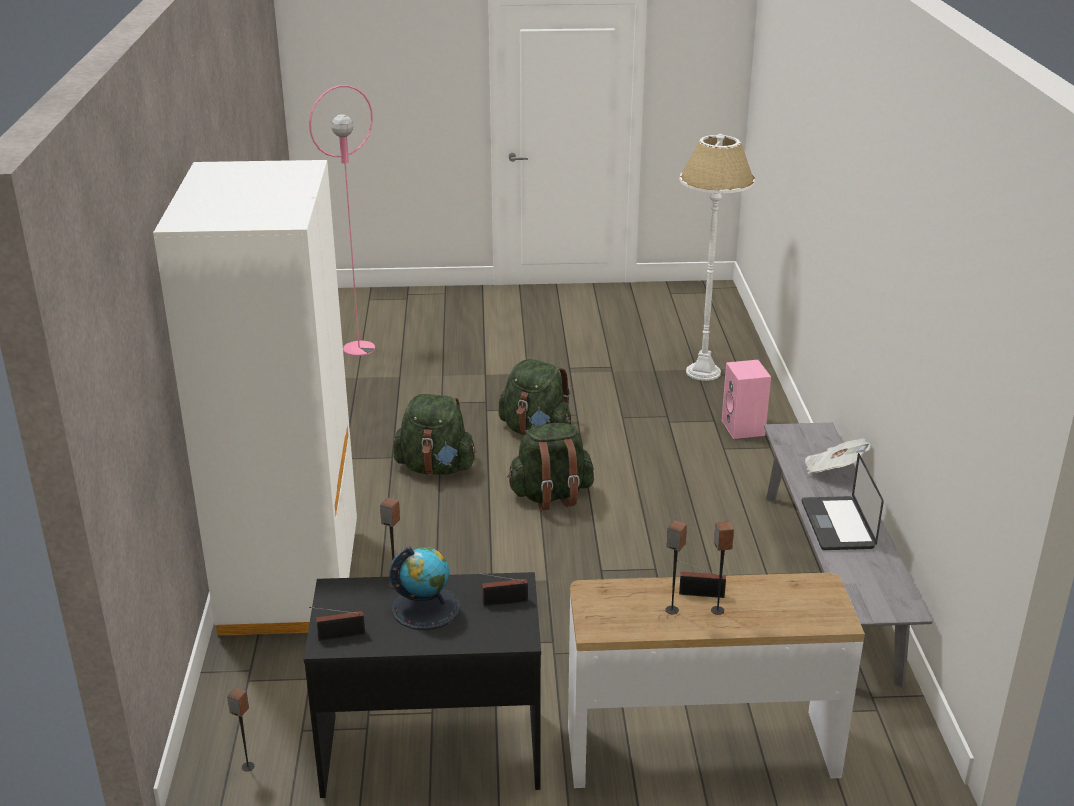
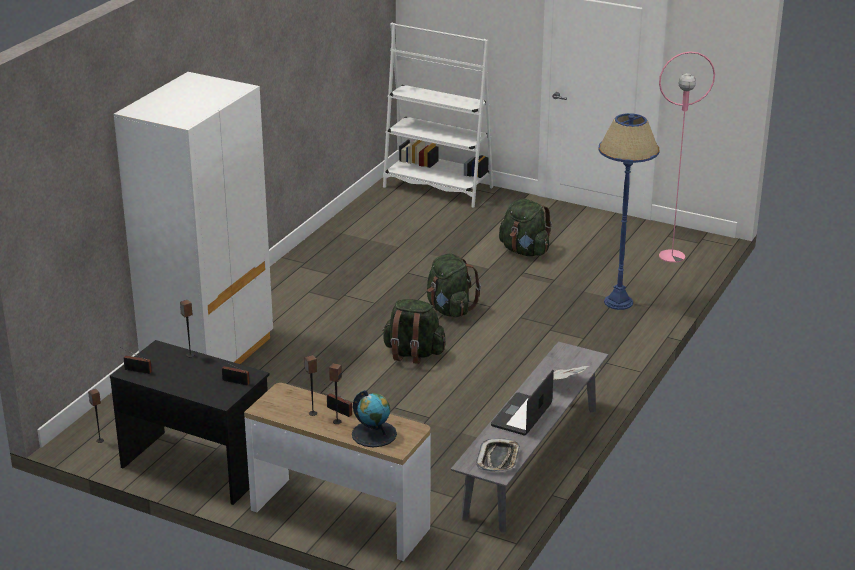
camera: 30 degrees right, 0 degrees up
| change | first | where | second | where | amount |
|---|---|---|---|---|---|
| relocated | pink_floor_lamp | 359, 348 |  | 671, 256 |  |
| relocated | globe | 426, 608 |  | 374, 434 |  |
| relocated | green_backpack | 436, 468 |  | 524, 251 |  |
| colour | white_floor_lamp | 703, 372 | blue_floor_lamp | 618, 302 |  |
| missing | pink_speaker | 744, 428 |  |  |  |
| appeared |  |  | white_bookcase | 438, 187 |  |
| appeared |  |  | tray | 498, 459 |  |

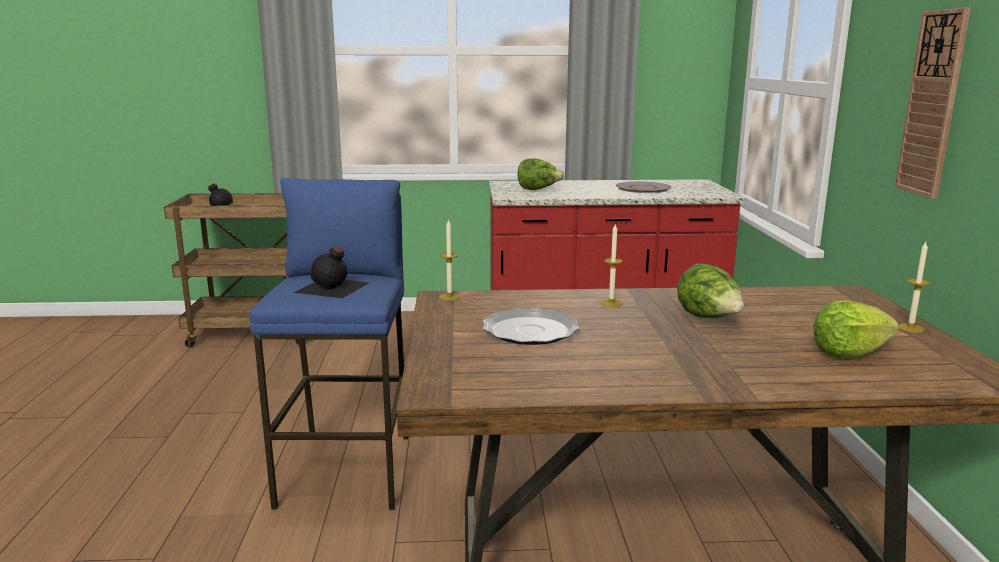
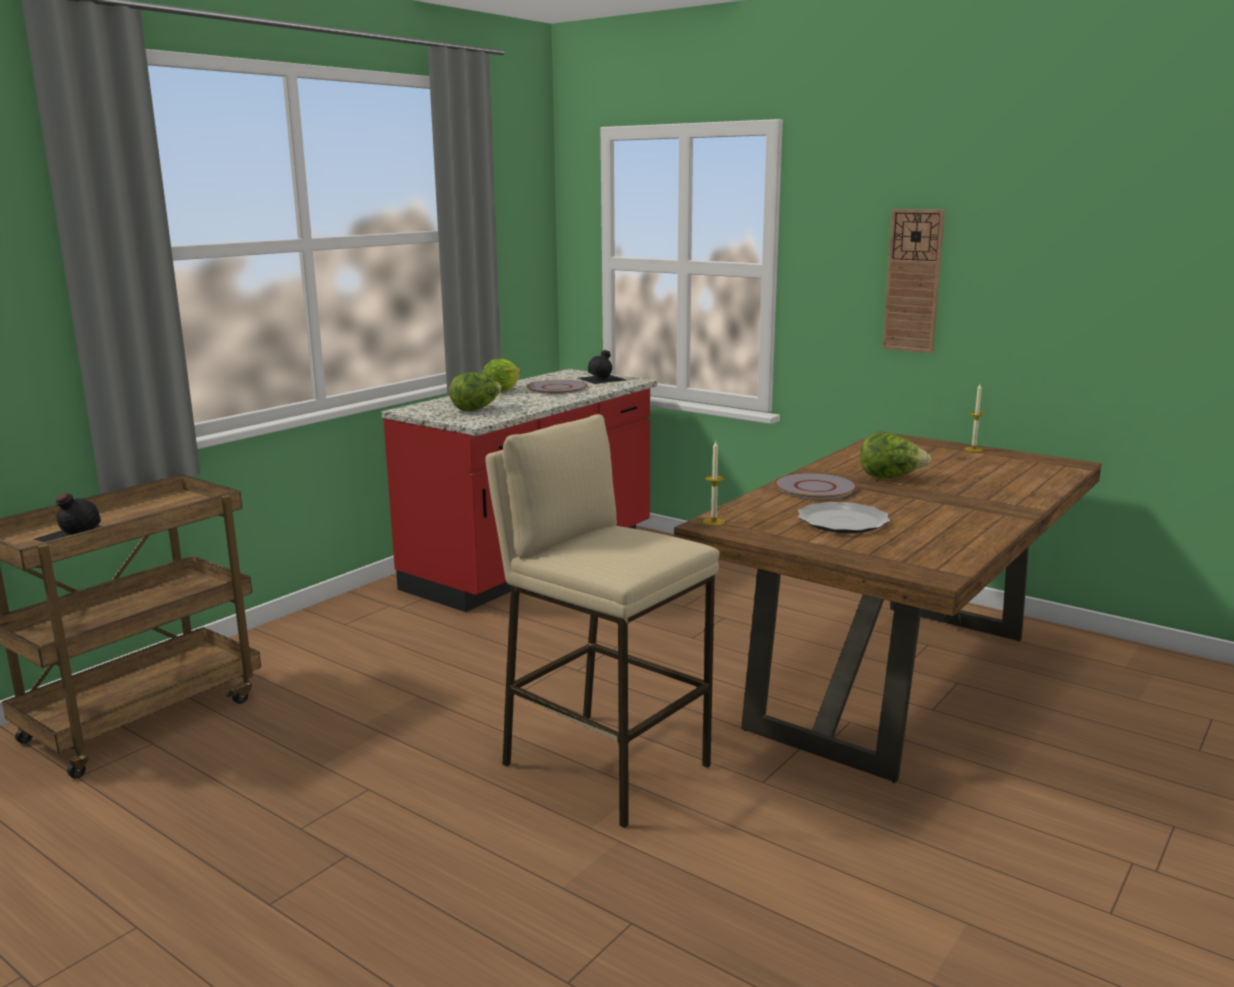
camera: 50 degrees left, 0 degrees up
| change | first | where | second | where | amount |
|---|---|---|---|---|---|
| colour | blue_stool | 348, 469 | beige_stool | 605, 765 |  |
| relocated | black_bottle | 332, 287 |  | 602, 379 |  |
| exchanged | candle | 611, 303 | grey_plate | 815, 488 |  |
| relocated | lettuce | 849, 353 |  | 502, 390 |  |

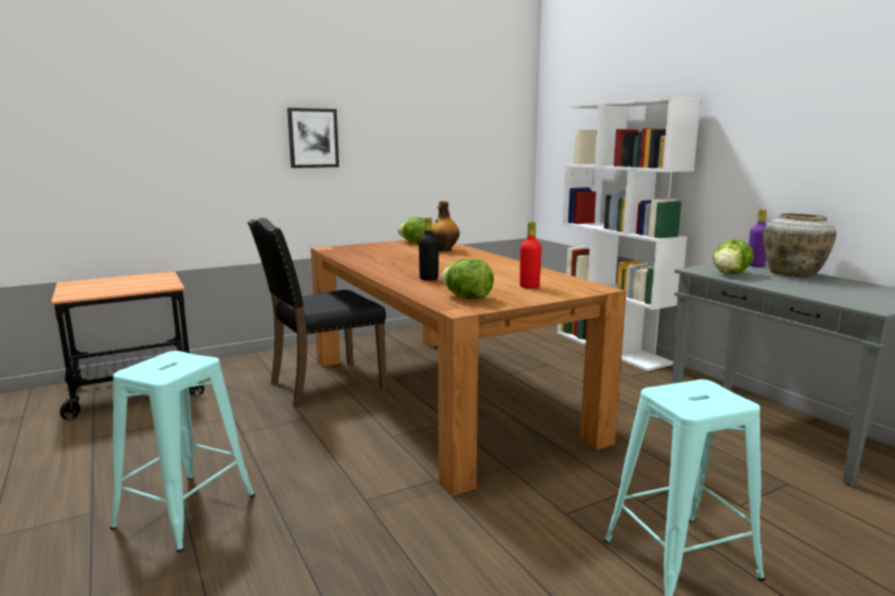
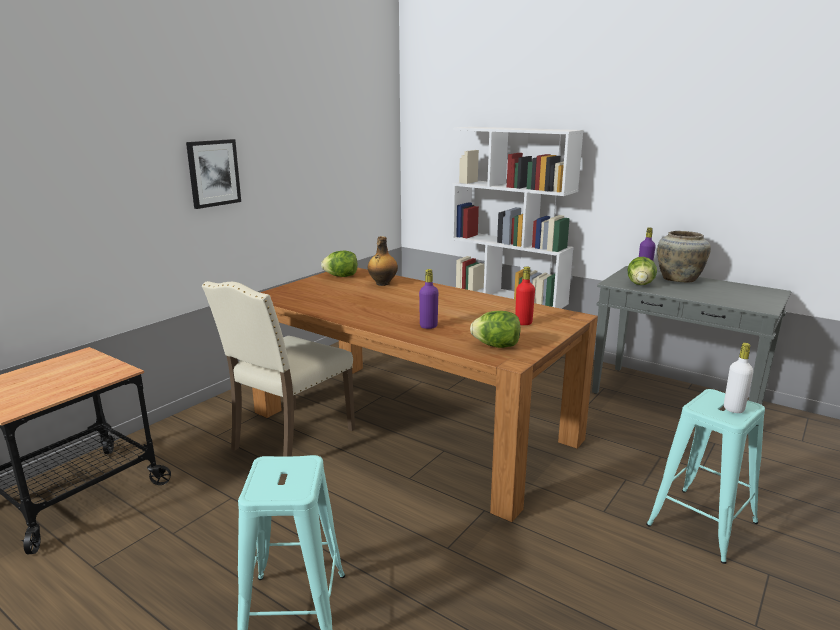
camera: 25 degrees left, 5 degrees up
| change | first | where | second | where | amount |
|---|---|---|---|---|---|
| colour | black_chair | 323, 385 | beige_chair | 290, 439 |  |
| colour | black_bottle | 428, 279 | purple_bottle | 428, 326 |  |
| appeared |  |  | white_bottle | 733, 409 |  |

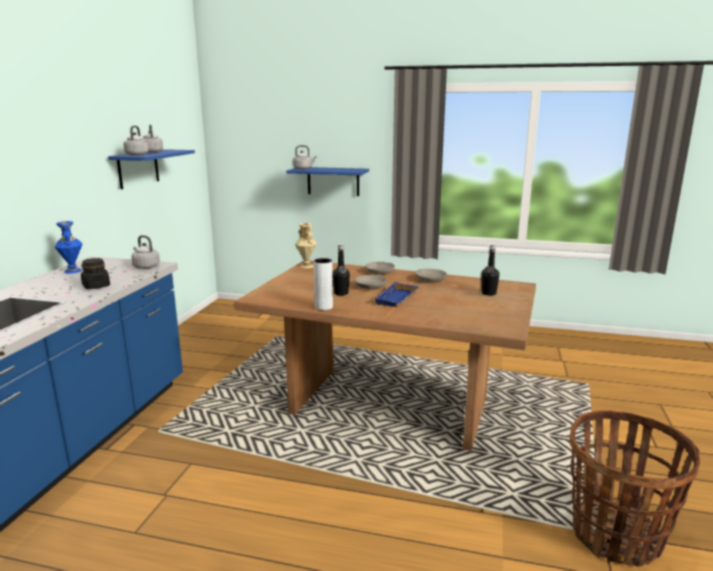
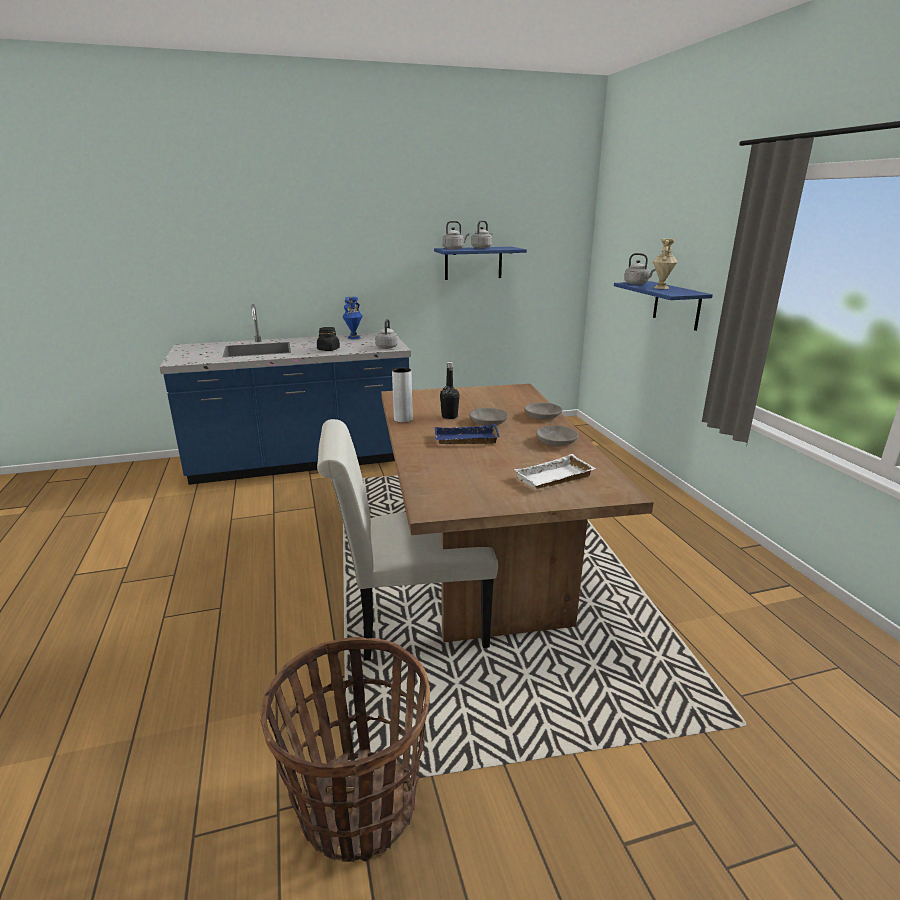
camera: 60 degrees right, 5 degrees up
| change | first | where | second | where | amount |
|---|---|---|---|---|---|
| relocated | beige_vase | 307, 266 |  | 661, 287 |  |
| exchanged | black_bottle | 488, 293 | white_tray | 554, 479 |  |
| appeared |  |  | white_chair | 411, 623 |  |

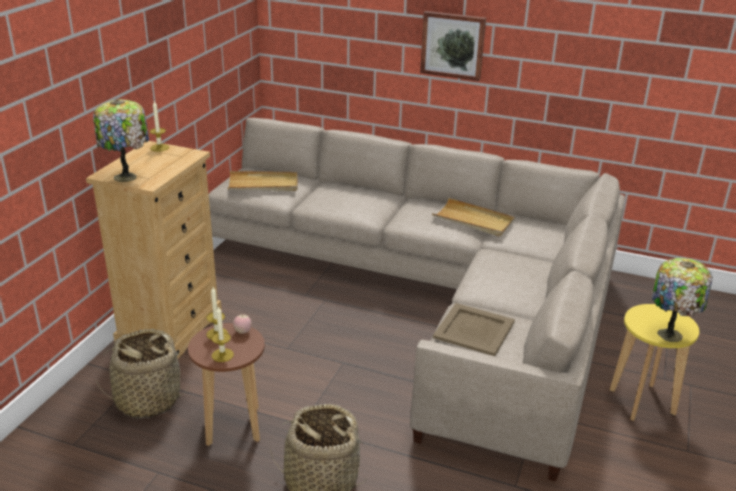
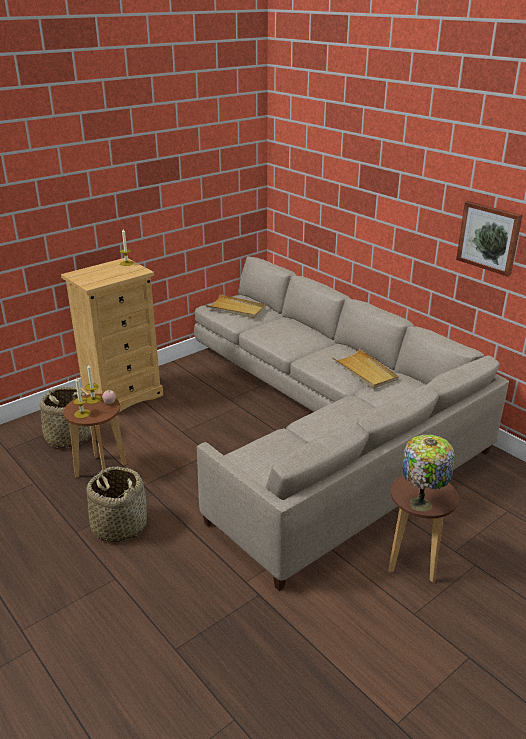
camera: 30 degrees right, 0 degrees up
| change | first | where | second | where | amount |
|---|---|---|---|---|---|
| missing | table_lamp | 127, 177 |  |  |  |
| relocated | picture | 453, 45 |  | 489, 237 |  |
| missing | beige_tray | 473, 329 |  |  |  |
| colour | yellow_stool | 642, 402 | brown_stool | 414, 562 |  |

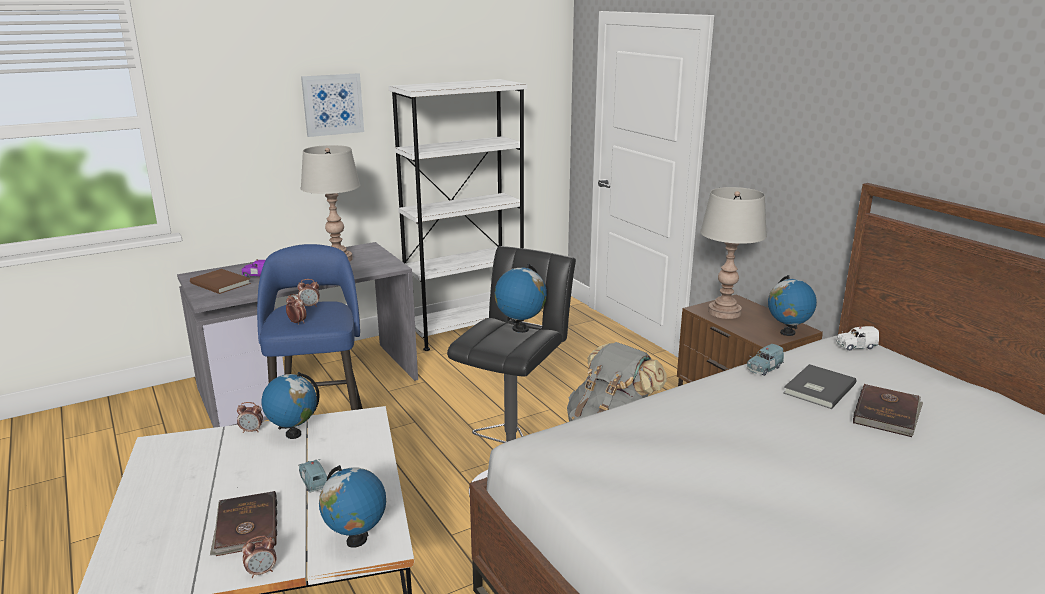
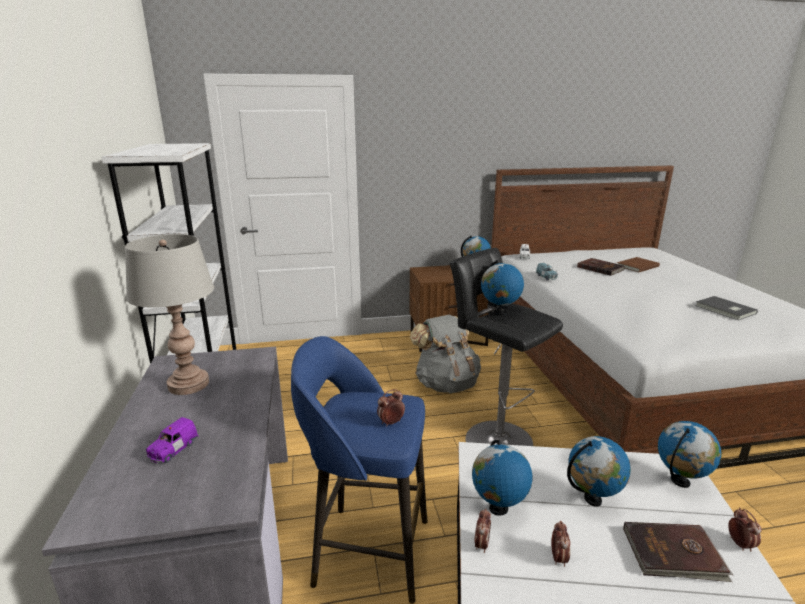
camera: 70 degrees left, 0 degrees up
| change | first | where | second | where | amount |
|---|---|---|---|---|---|
| relocated | brown_book | 221, 282 |  | 636, 266 |  |
| relocated | alarm_clock | 310, 306 |  | 558, 558 |  |
| exchanged | blue_toy_car | 314, 482 | globe | 592, 499 |  |
| missing | picture | 332, 104 |  |  |  |
| missing | grey_table_lamp | 724, 312 |  |  |  |
| relocated | grey_book | 817, 388 |  | 725, 310 |  |

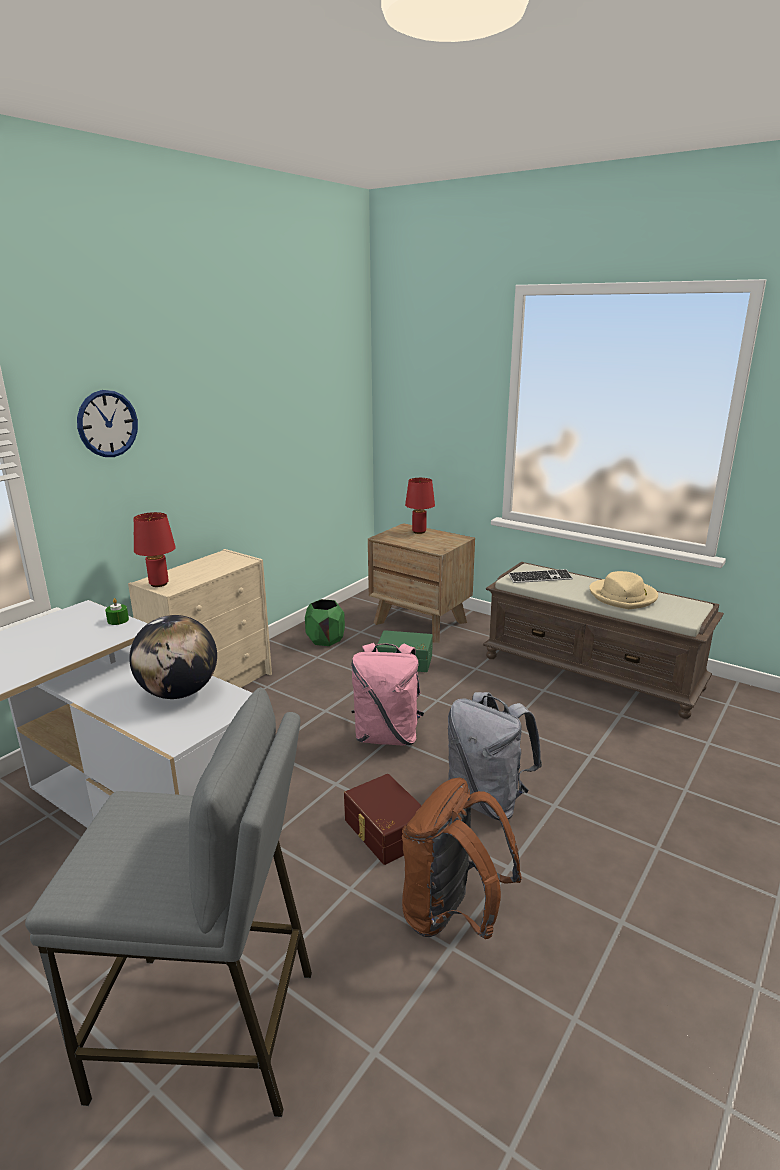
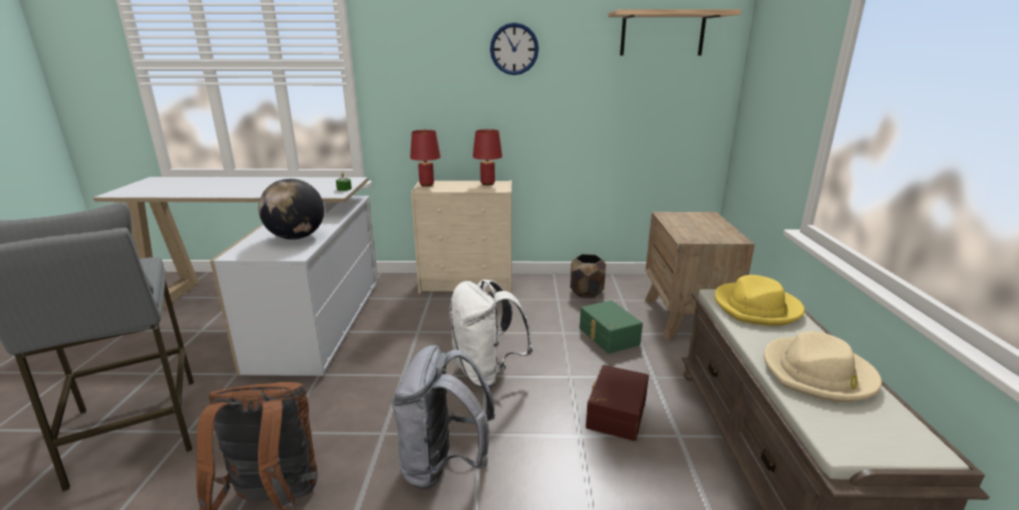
camera: 55 degrees right, 0 degrees up
| change | first | where | second | where | amount |
|---|---|---|---|---|---|
| relocated | wall_clock | 107, 423 |  | 514, 49 |  |
| colour | green_planter | 325, 640 | brown_planter | 586, 292 |  |
| relocated | brown_storage_box | 384, 831 |  | 614, 412 |  |
| colour | pink_backpack | 387, 736 | white_backpack | 486, 372 |  |
| relocated | red_table_lamp | 419, 531 |  | 488, 183 |  |
| exchanged | keyboard | 540, 578 | yellow_hat | 757, 308 |  |
| appeared |  |  | shelf | 662, 34 |  |

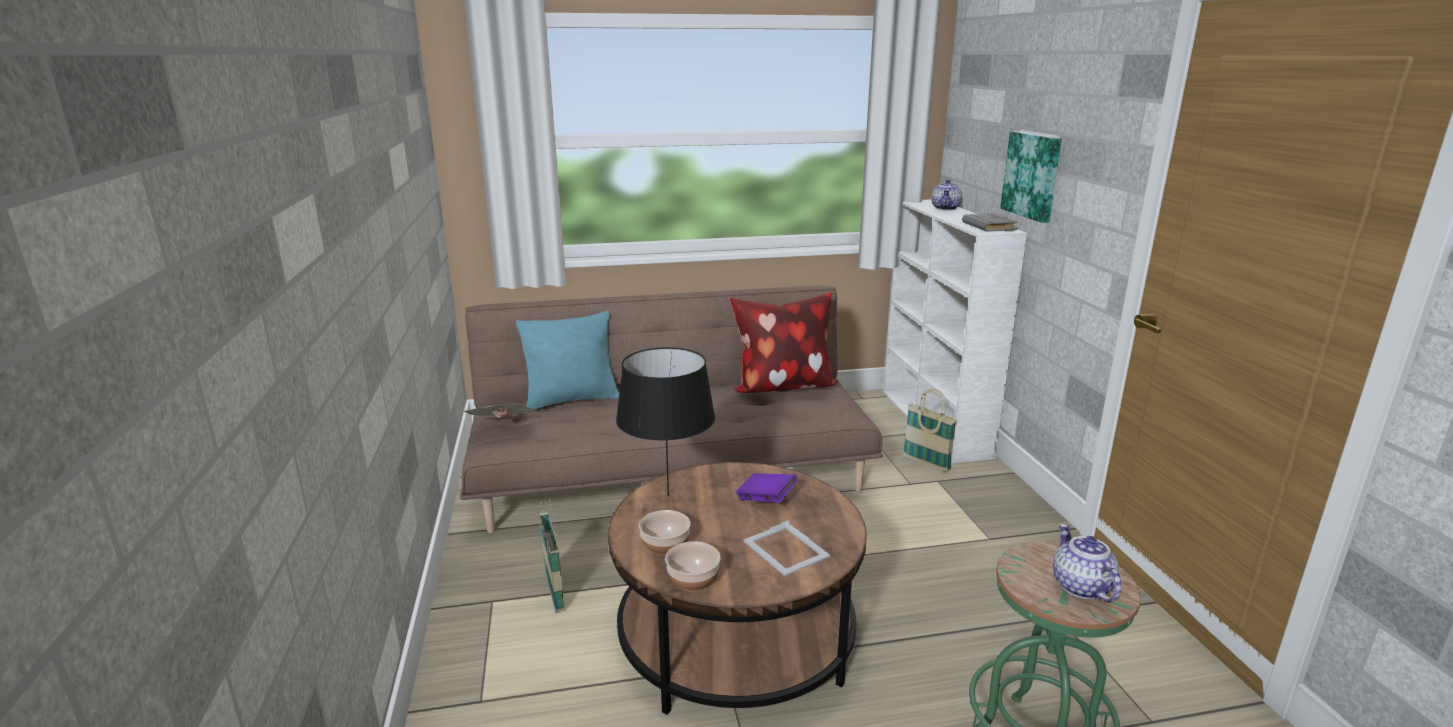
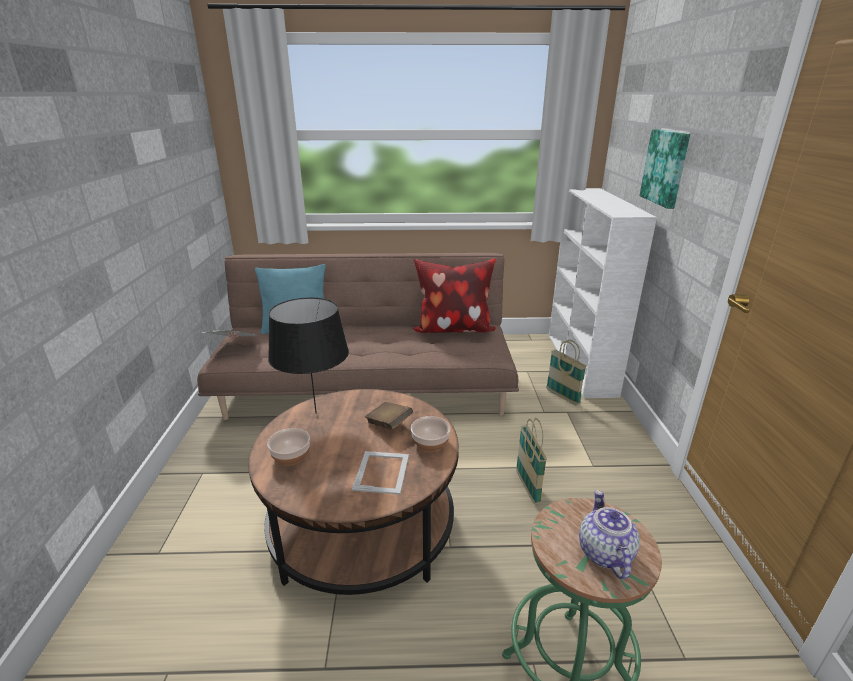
camera: 10 degrees right, 5 degrees up
| change | first | where | second | where | amount |
|---|---|---|---|---|---|
| relocated | basket | 555, 593 |  | 527, 487 |  |
| relocated | bowl | 694, 579 |  | 431, 443 |  |
| colour | purple_book | 766, 499 | brown_book | 389, 424 |  |
| spun | picture_frame | 786, 549 |  | 382, 471 | 150 degrees counterclockwise |
| missing | teapot | 946, 208 |  |  |  |
| missing | grey_book | 990, 227 |  |  |  |

